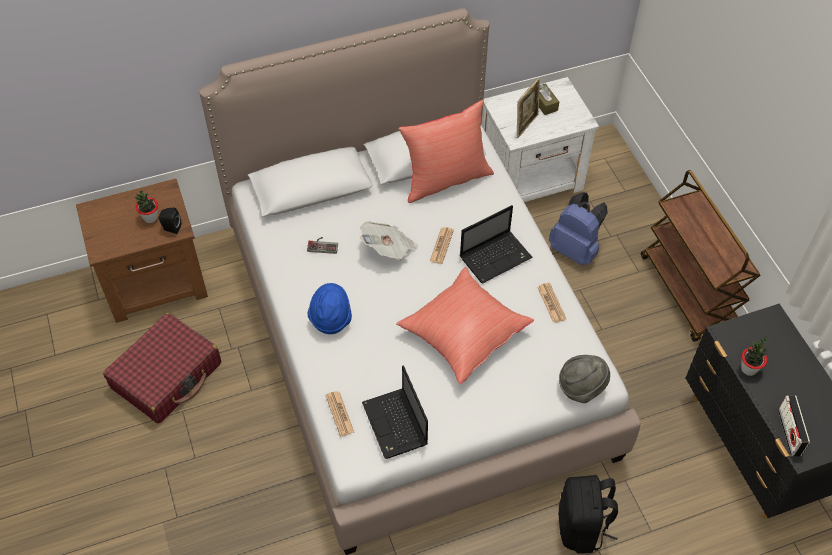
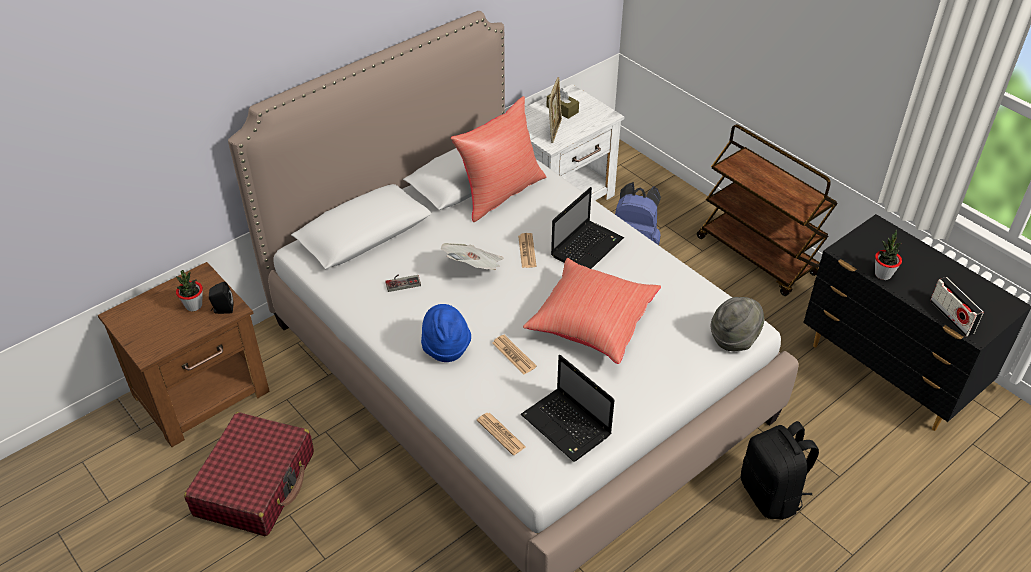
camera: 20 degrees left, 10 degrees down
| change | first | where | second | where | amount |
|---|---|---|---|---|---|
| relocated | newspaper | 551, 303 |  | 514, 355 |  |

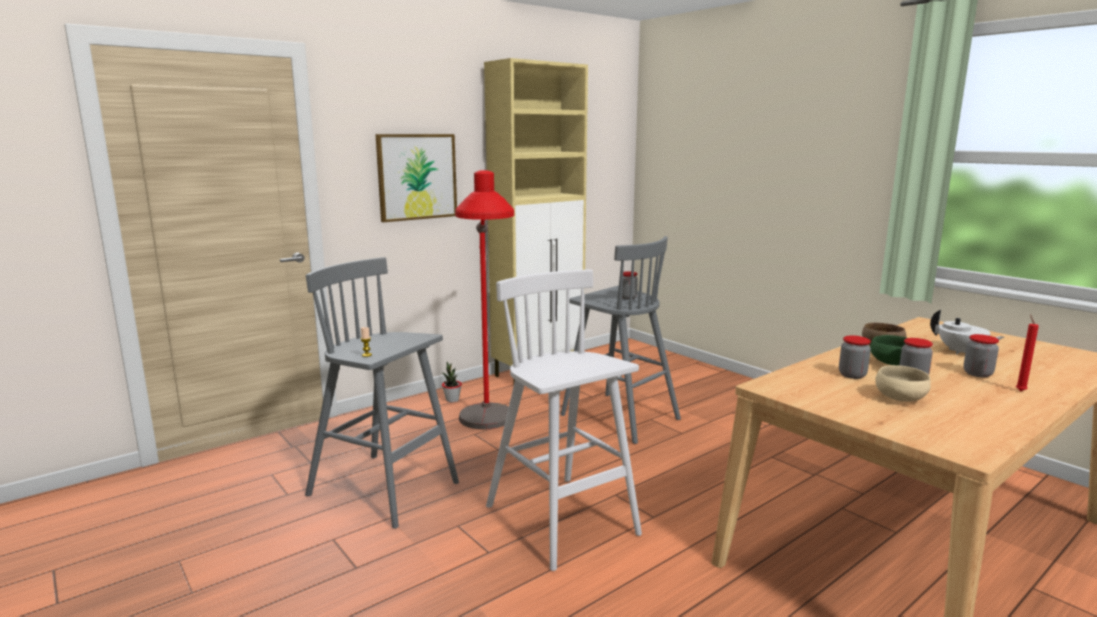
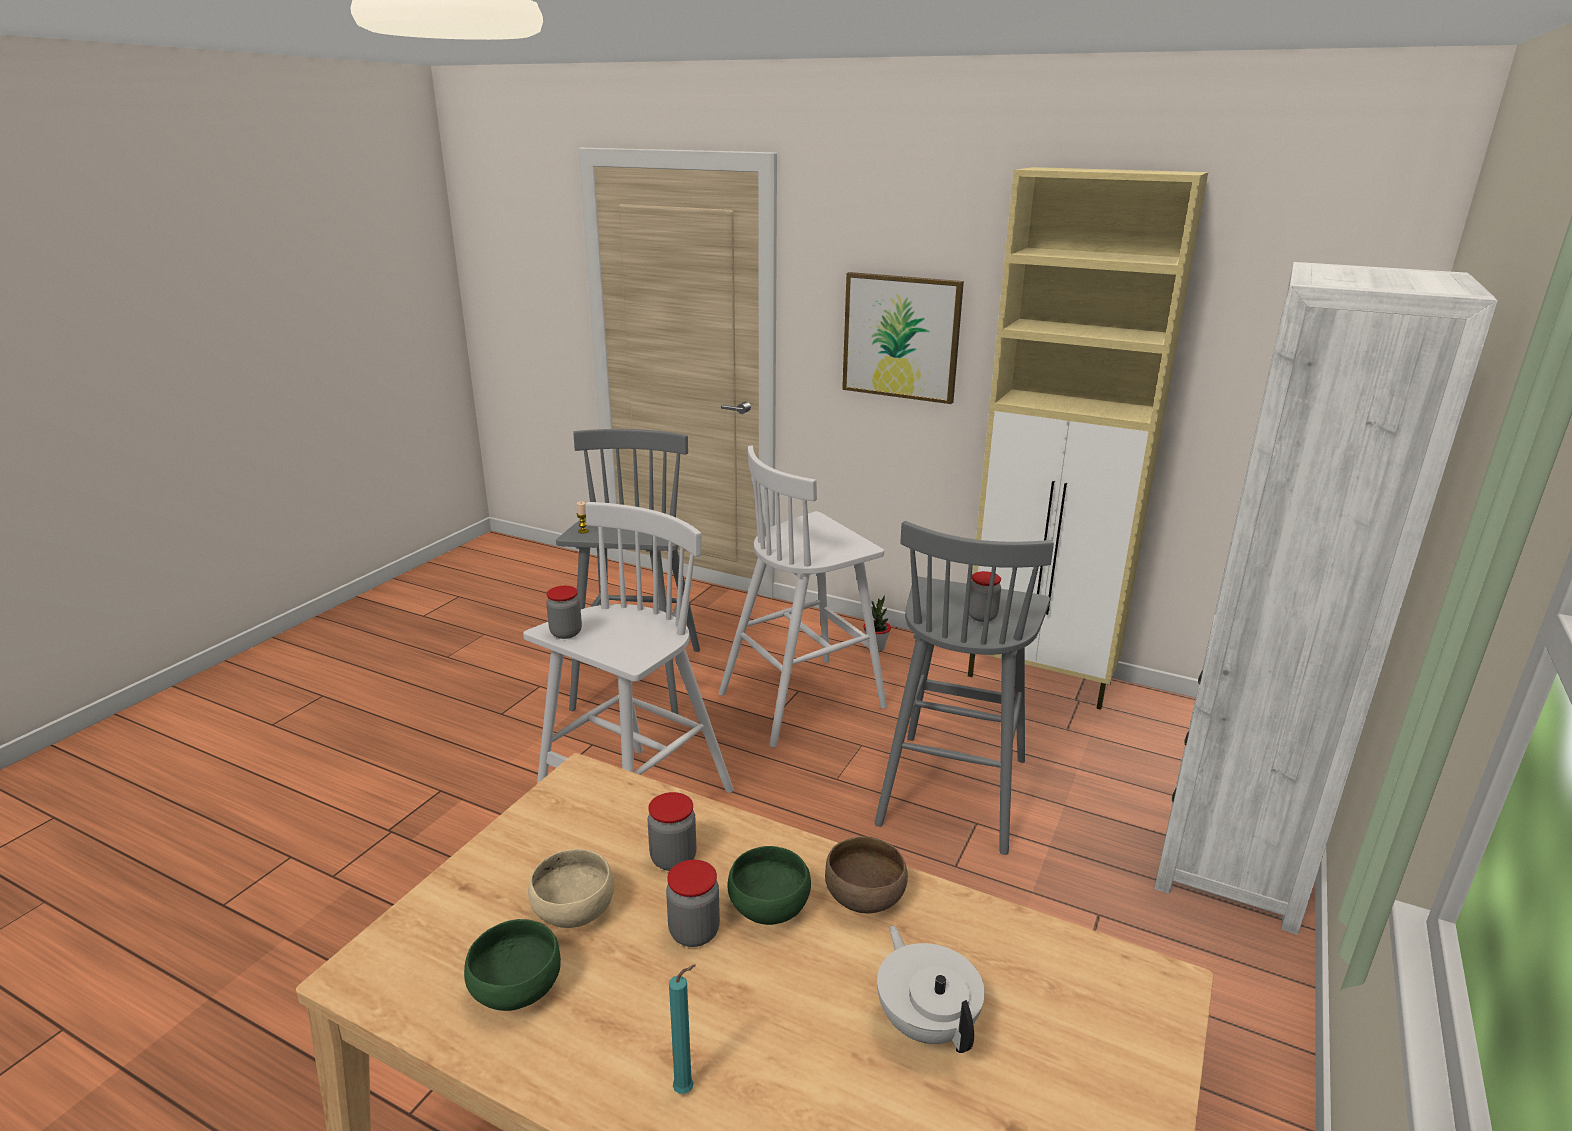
camera: 65 degrees right, 10 degrees up
| change | first | where | second | where | amount |
|---|---|---|---|---|---|
| exchanged | red_floor_lamp | 487, 434 | white_stool | 804, 700 |  |
| spun | white_teapot | 961, 352 |  | 926, 1022 | 135 degrees clockwise |
| relocated | jar | 977, 374 |  | 566, 633 |  |
| colour | red_candle | 1020, 390 | turquoise_candle | 687, 1089 |  |
| appeared |  |  | green_bowl | 515, 990 |  |
| appeared |  |  | white_bookcase | 1230, 862 |  |

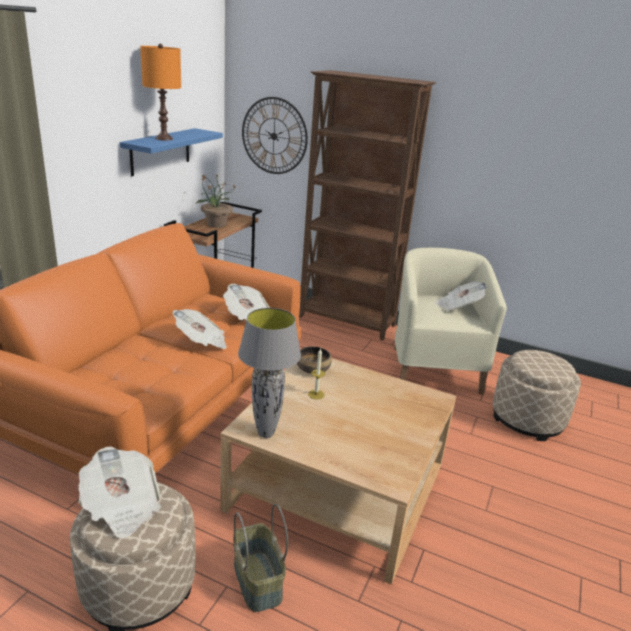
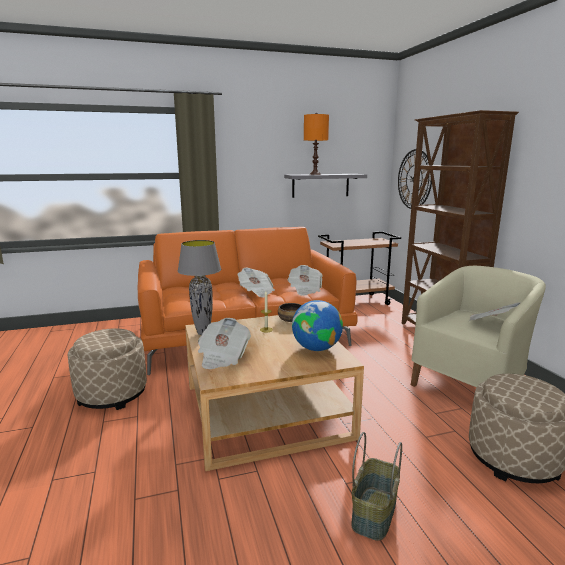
camera: 50 degrees right, 10 degrees down
| change | first | where | second | where | amount |
|---|---|---|---|---|---|
| relocated | newspaper | 122, 507 |  | 222, 357 |  |
| colour | blue_shelf | 160, 151 | grey_shelf | 320, 185 |  |
| missing | potted_plant | 216, 225 |  |  |  |
| relocated | basket | 256, 580 |  | 373, 512 |  |
| appeared |  |  | globe | 316, 348 |  |

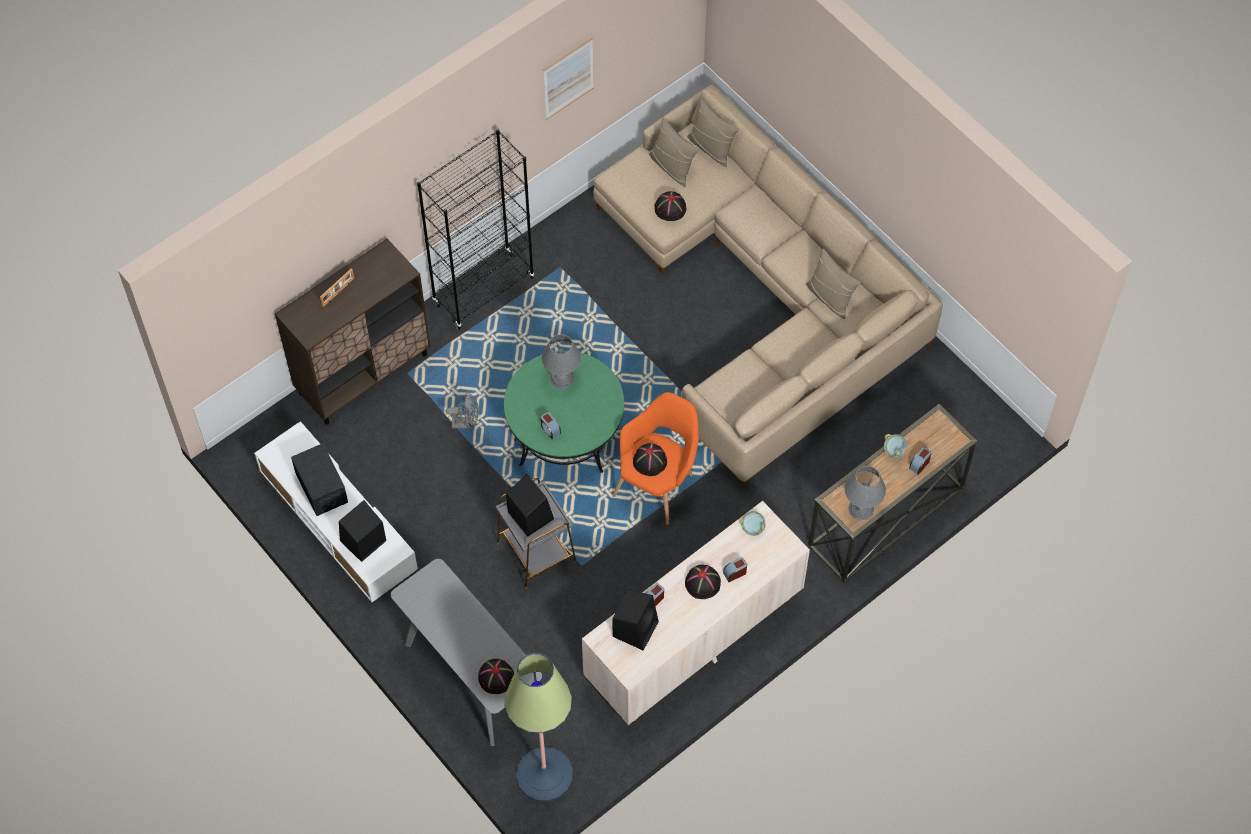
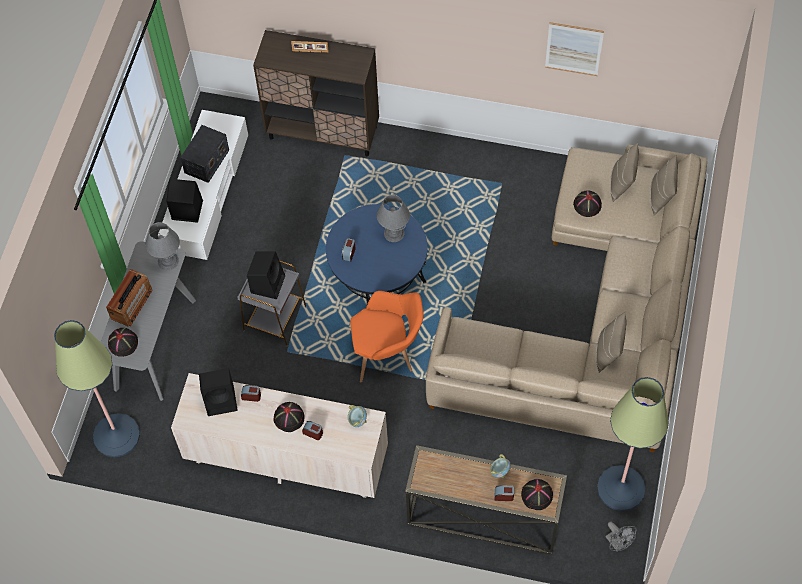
camera: 55 degrees right, 0 degrees up
| change | first | where | second | where | amount |
|---|---|---|---|---|---|
| missing | black_bookcase | 484, 291 |  |  |  |
| relocated | grey_fan | 466, 423 |  | 618, 544 |  |
| colour | green_coffee_table | 565, 433 | blue_coffee_table | 378, 273 |  |
| relocated | black_hat | 650, 461 |  | 537, 495 |  |
| relocated | grey_table_lamp | 861, 508 |  | 168, 260 |  |
| appeared |  |  | radio | 131, 304 |  |
| appeared |  |  | floor_lamp | 621, 488 |  |

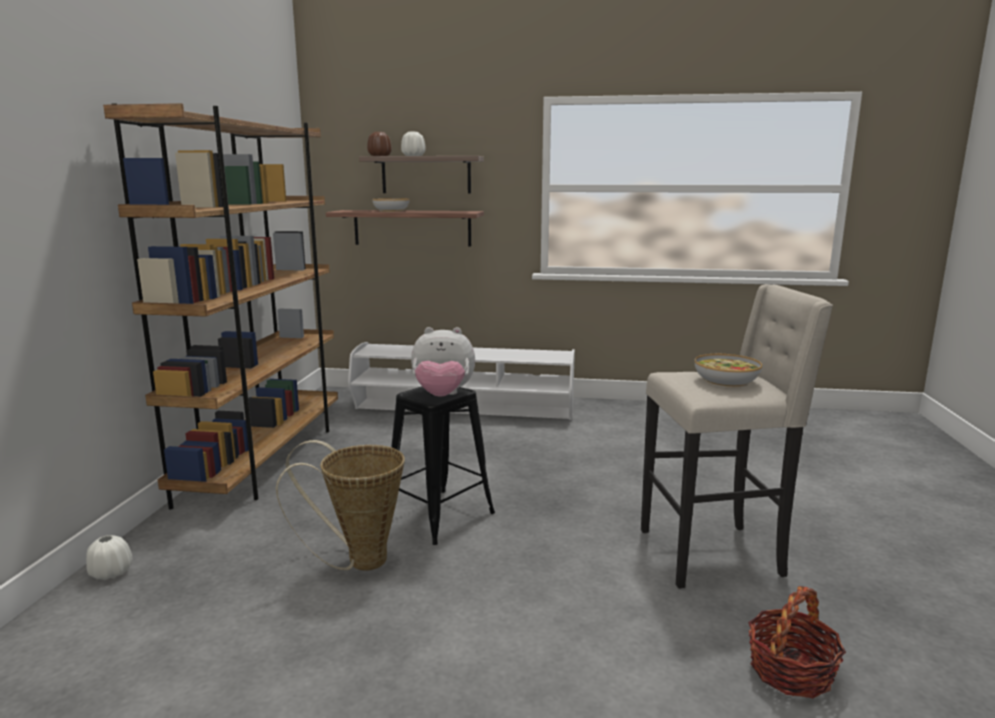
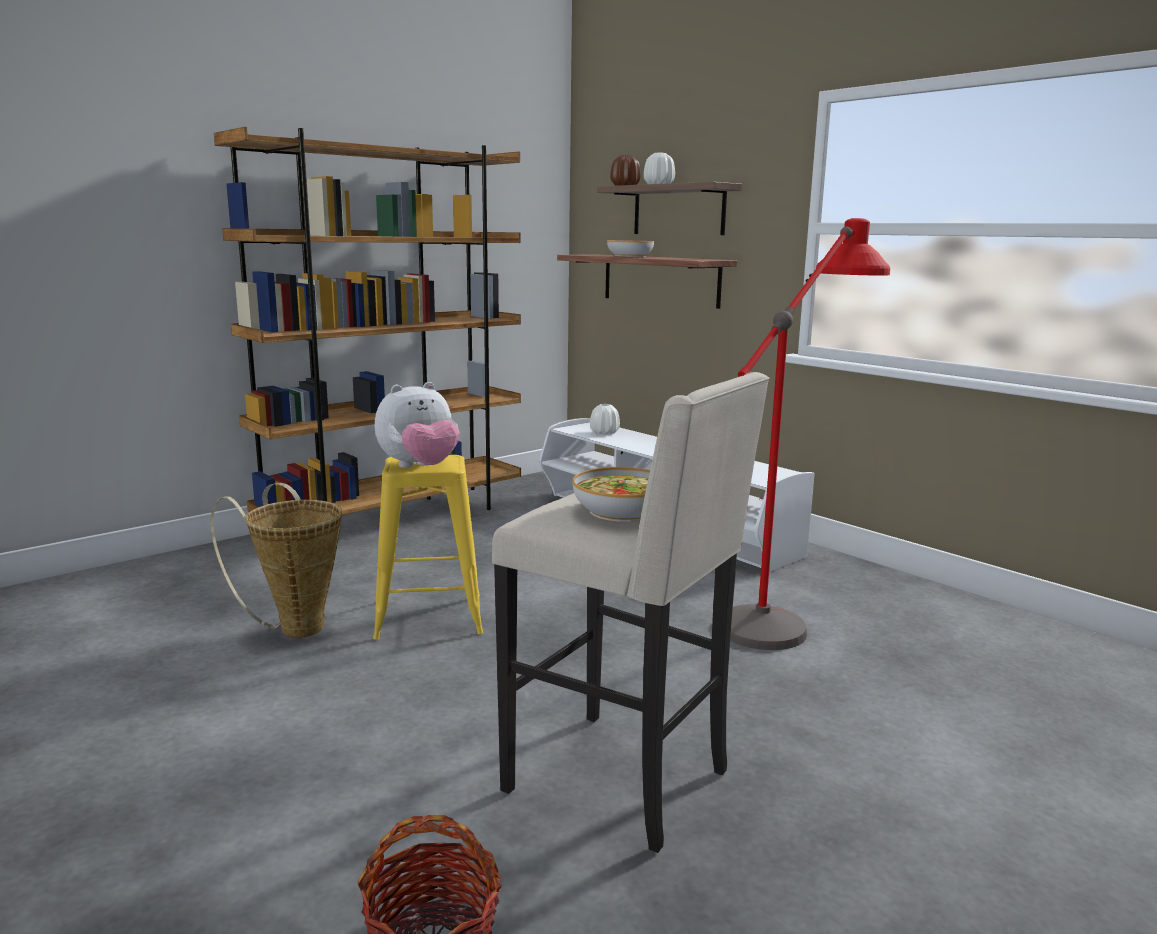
camera: 40 degrees right, 0 degrees up
| change | first | where | second | where | amount |
|---|---|---|---|---|---|
| relocated | white_vase | 111, 573 |  | 604, 432 |  |
| colour | black_stool | 439, 516 | yellow_stool | 429, 616 |  |
| spun | plush_toy | 443, 396 |  | 419, 467 | 75 degrees counterclockwise |
| appeared |  |  | red_floor_lamp | 788, 609 |  |

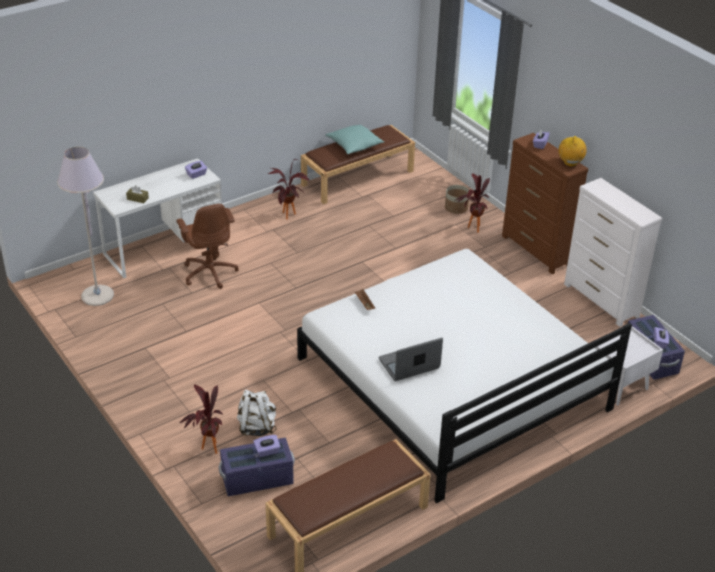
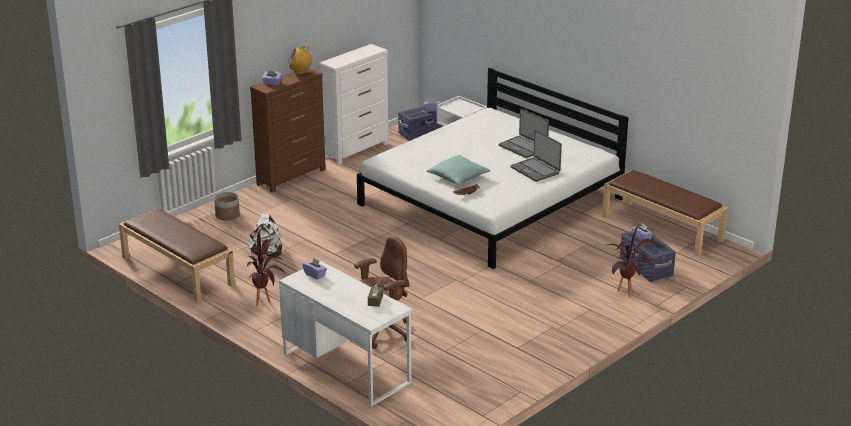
camera: 100 degrees left, 10 degrees down
| change | first | where | second | where | amount |
|---|---|---|---|---|---|
| missing | grey_floor_lamp | 97, 296 |  |  |  |
| relocated | white_backpack | 256, 427 |  | 267, 253 |  |
| relocated | turquoise_pillow | 354, 145 |  | 458, 177 |  |
| missing | potted_plant | 471, 228 |  |  |  |
| appeared |  |  | laptop | 523, 147 |  |

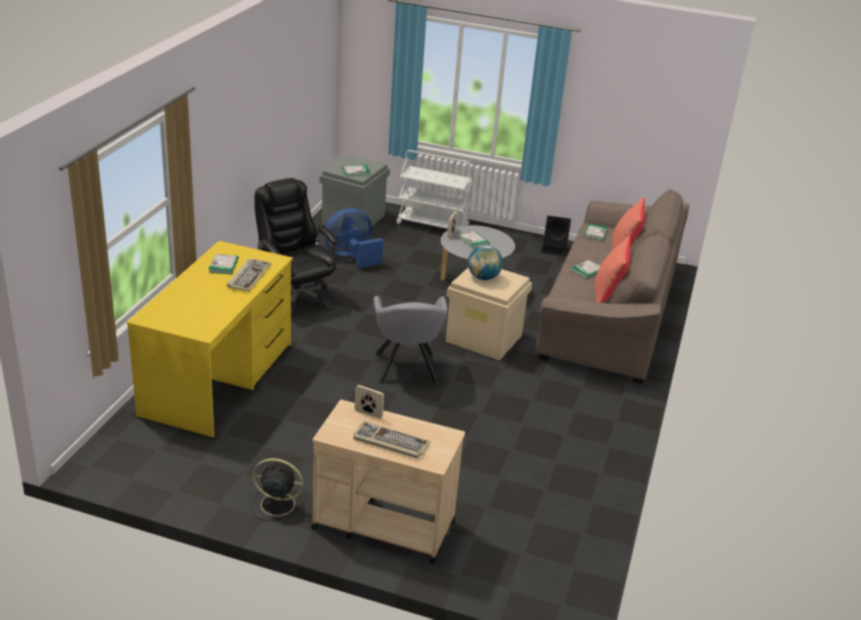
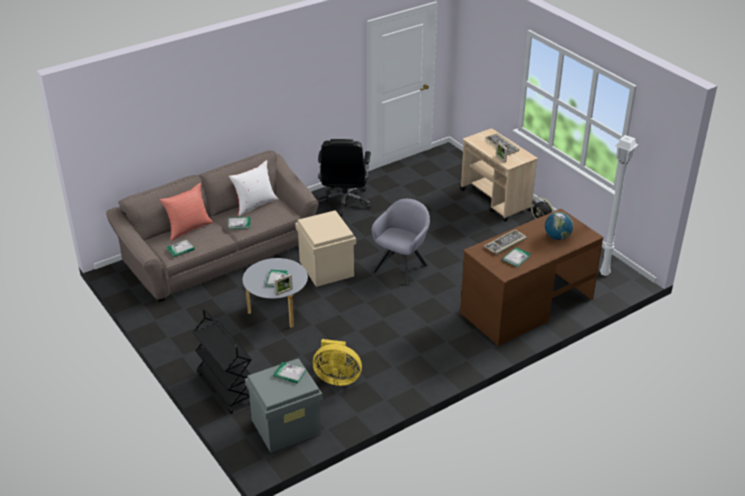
camera: 140 degrees left, 5 degrees up
| change | first | where | second | where | amount |
|---|---|---|---|---|---|
| colour | yellow_desk | 219, 378 | brown_desk | 526, 306 |  |
| relocated | black_office_chair | 295, 298 |  | 344, 202 |  |
| colour | blue_fan | 352, 257 | yellow_fan | 337, 378 |  |
| colour | white_cart | 432, 226 | black_cart | 226, 387 |  |
| relocated | globe | 483, 278 |  | 557, 237 |  |
| missing | black_speaker | 555, 249 |  |  |  |
| colour | red_pillow | 608, 294 | white_pillow | 255, 205 |  |
| appeared |  |  | white_floor_lamp | 605, 273 |  |

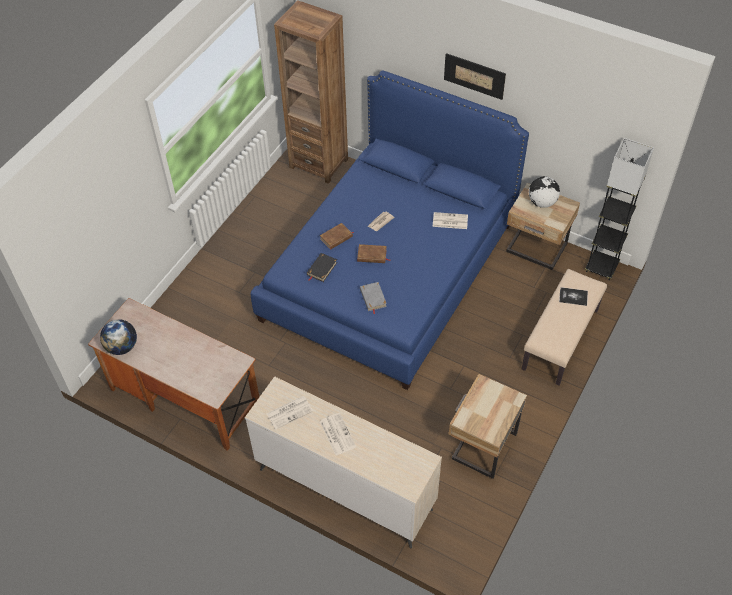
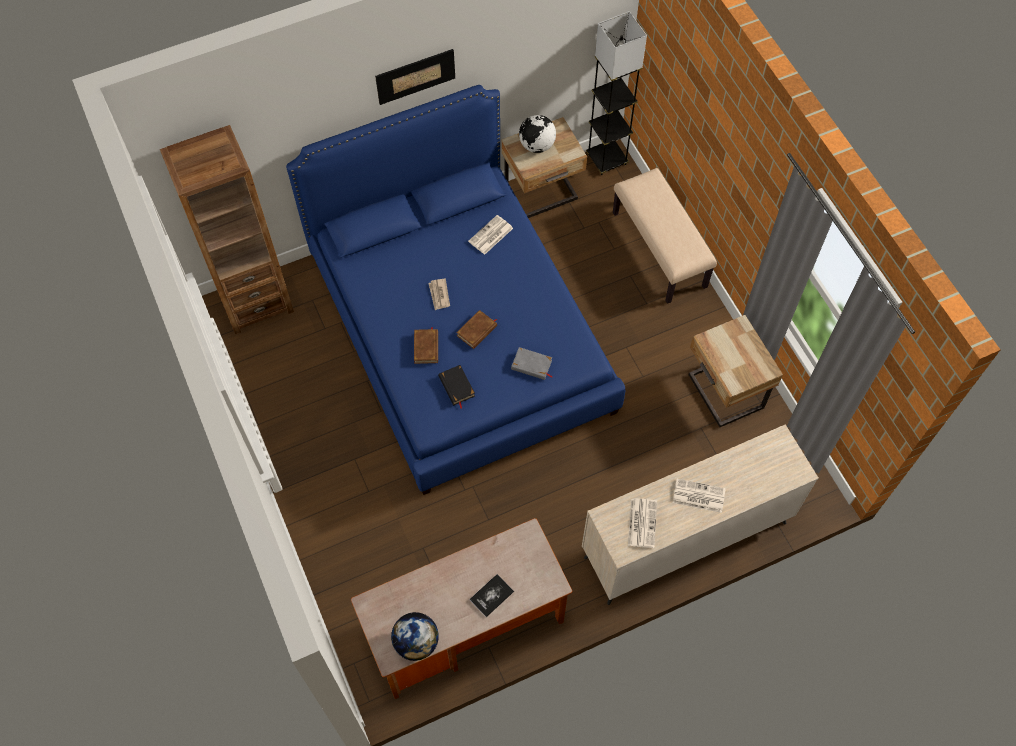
camera: 55 degrees left, 10 degrees up
| change | first | where | second | where | amount |
|---|---|---|---|---|---|
| relocated | book | 573, 297 |  | 491, 595 |  |

